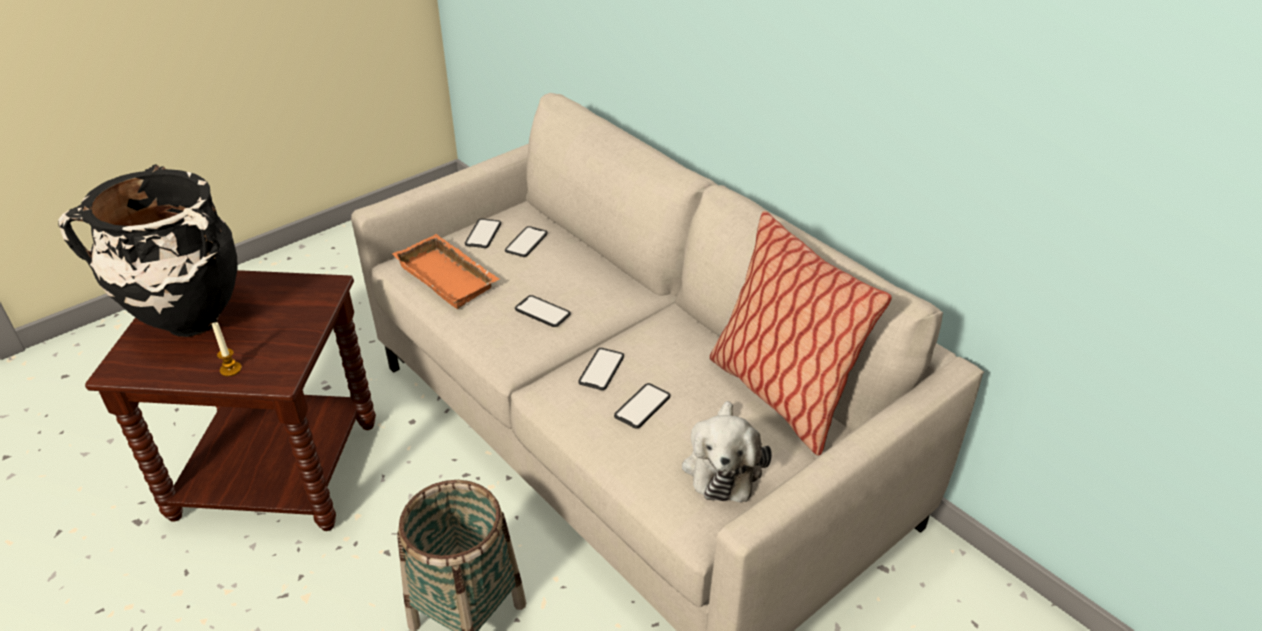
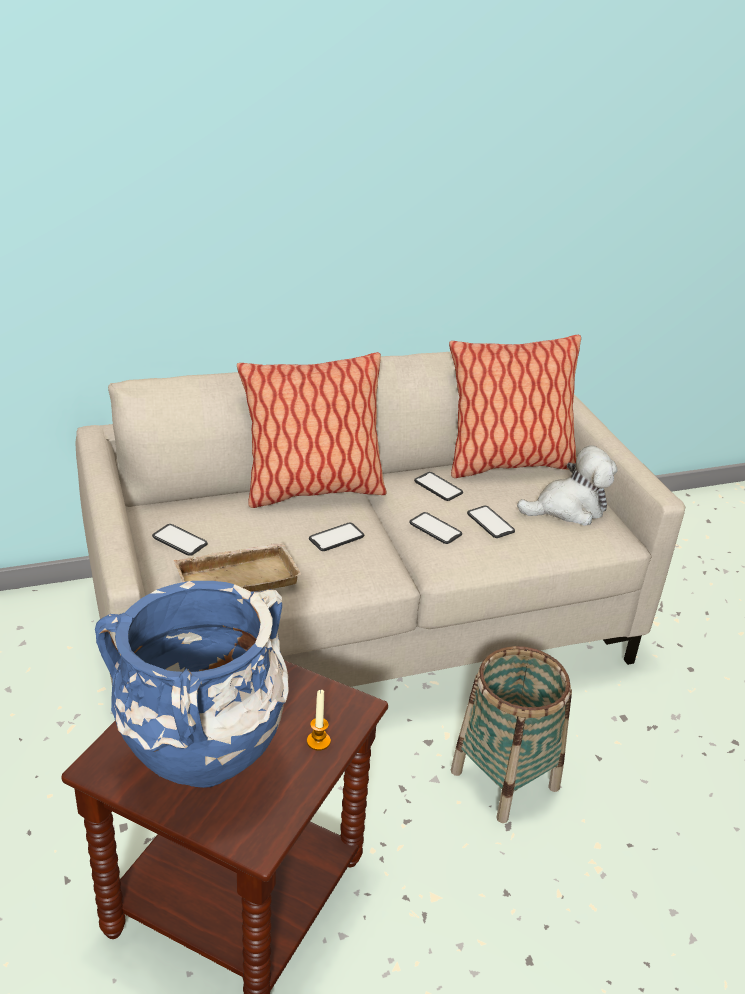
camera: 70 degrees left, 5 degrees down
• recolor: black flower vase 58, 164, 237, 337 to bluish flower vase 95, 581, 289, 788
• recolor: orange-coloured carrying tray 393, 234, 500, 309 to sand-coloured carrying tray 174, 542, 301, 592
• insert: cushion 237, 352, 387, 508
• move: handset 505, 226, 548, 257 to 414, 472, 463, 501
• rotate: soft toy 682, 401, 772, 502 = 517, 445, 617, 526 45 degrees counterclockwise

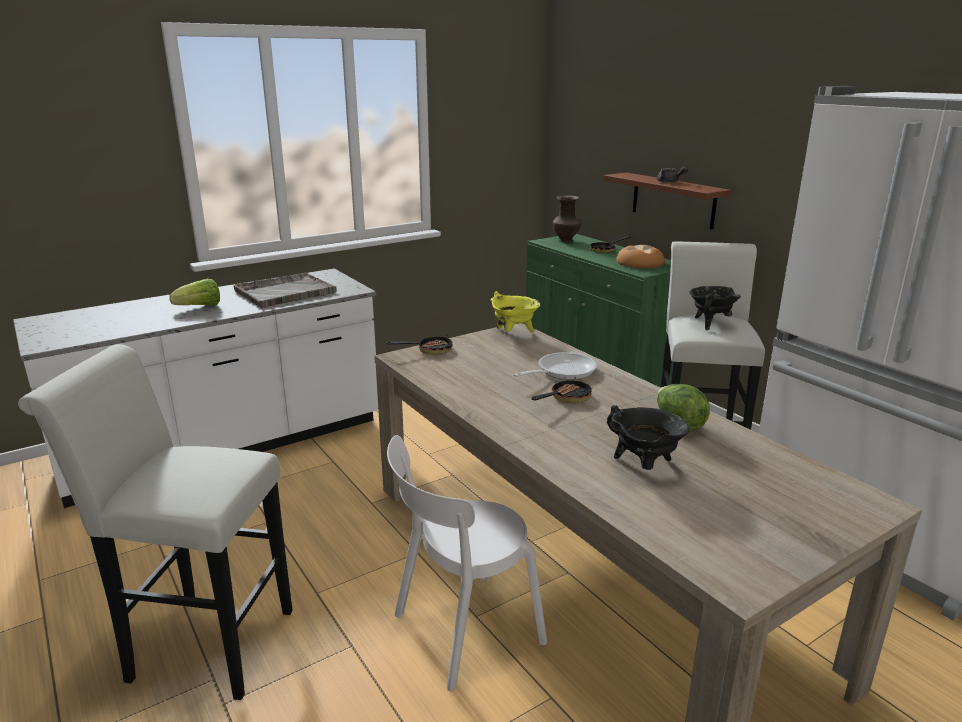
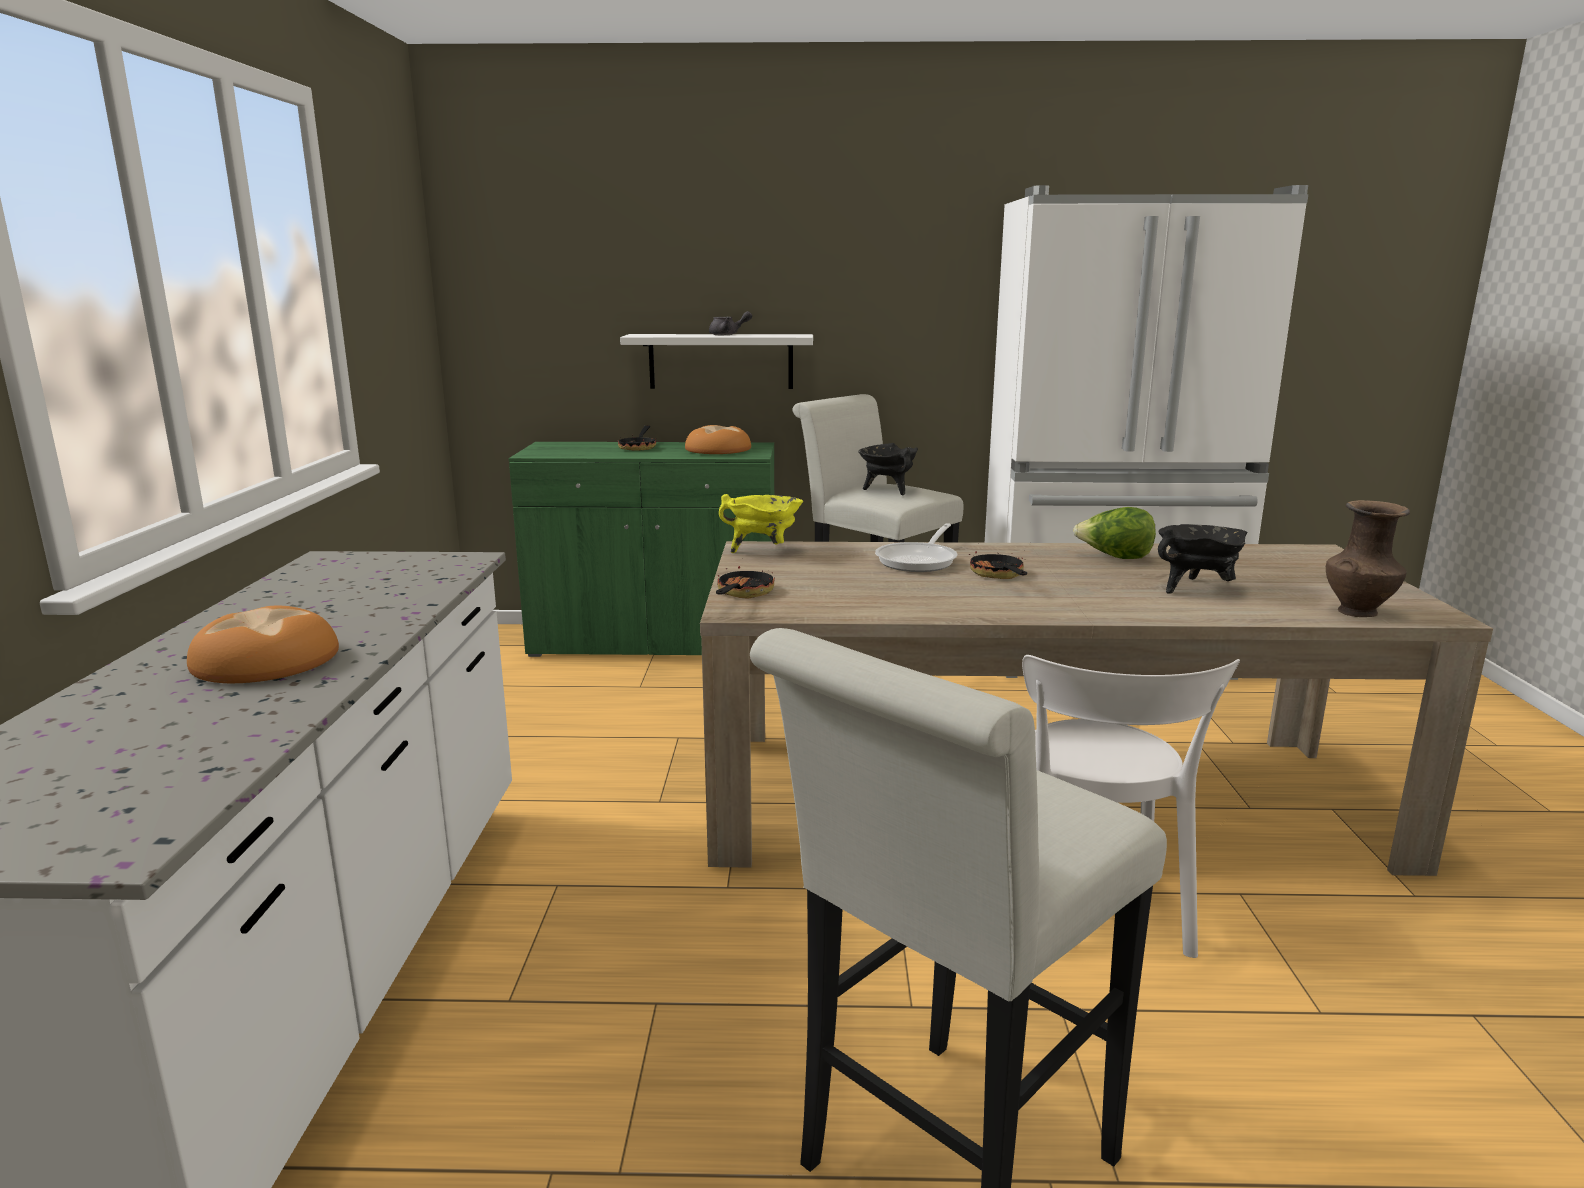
camera: 55 degrees left, 5 degrees down
• replace: lettuce 169, 279, 220, 306 to baked bread 187, 606, 339, 683
• recolor: brown-coloured bracket shelf 603, 172, 731, 230 to white-coloured bracket shelf 620, 334, 813, 389
• rotate: pan 514, 352, 597, 380 = 875, 523, 957, 572 150 degrees counterclockwise
• move: brown-coloured flower vase 553, 196, 581, 242 to 1326, 500, 1410, 617
• delete: grey carrying tray 234, 273, 337, 308

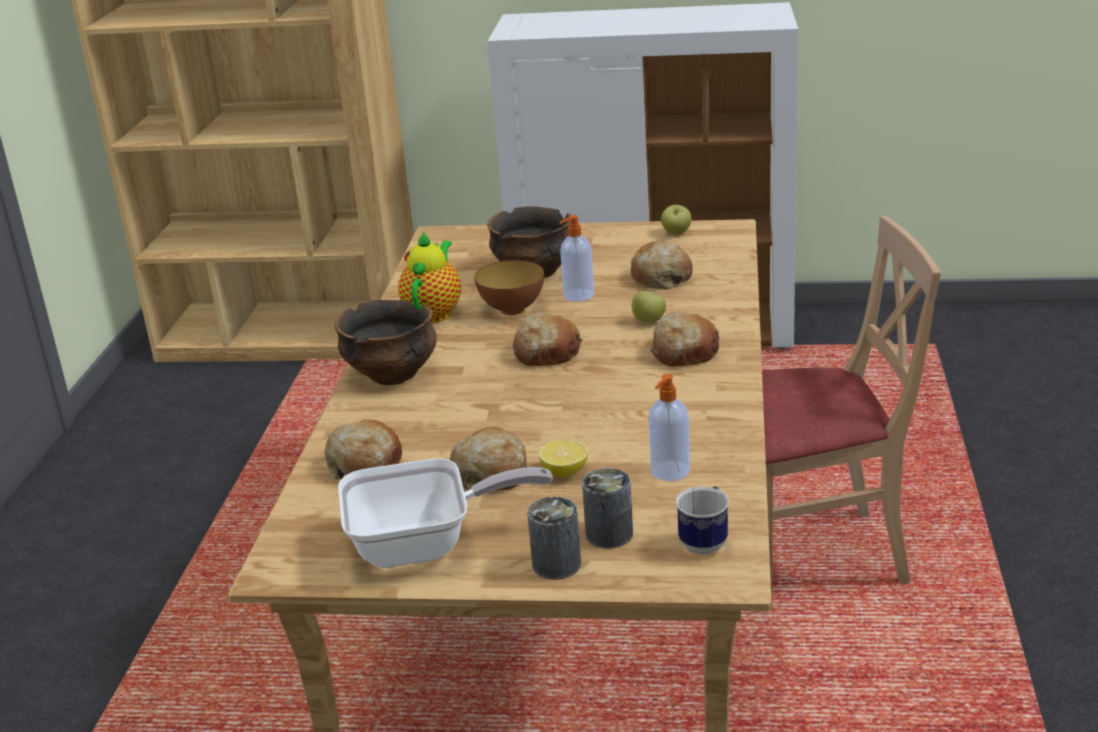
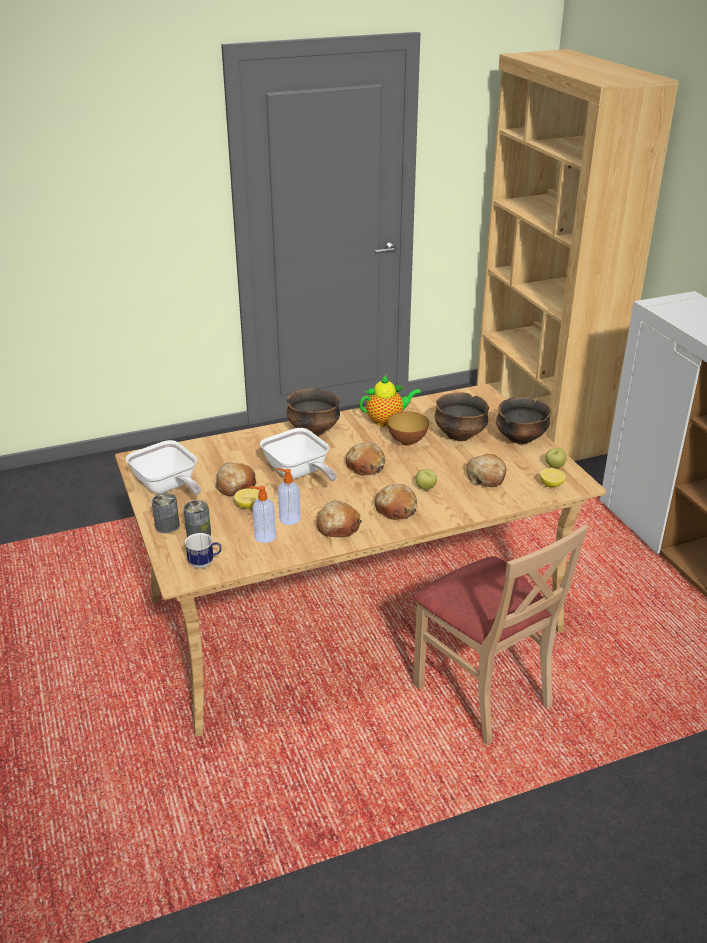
camera: 60 degrees right, 5 degrees up
• insert: pan 260, 428, 337, 481
• move: soap dispenser 559, 215, 594, 302 to 276, 468, 300, 525
• move: baked bread 324, 420, 402, 479 to 317, 500, 362, 537
• insert: bowl 496, 397, 552, 444
• insert: citrus fruit 540, 468, 566, 488

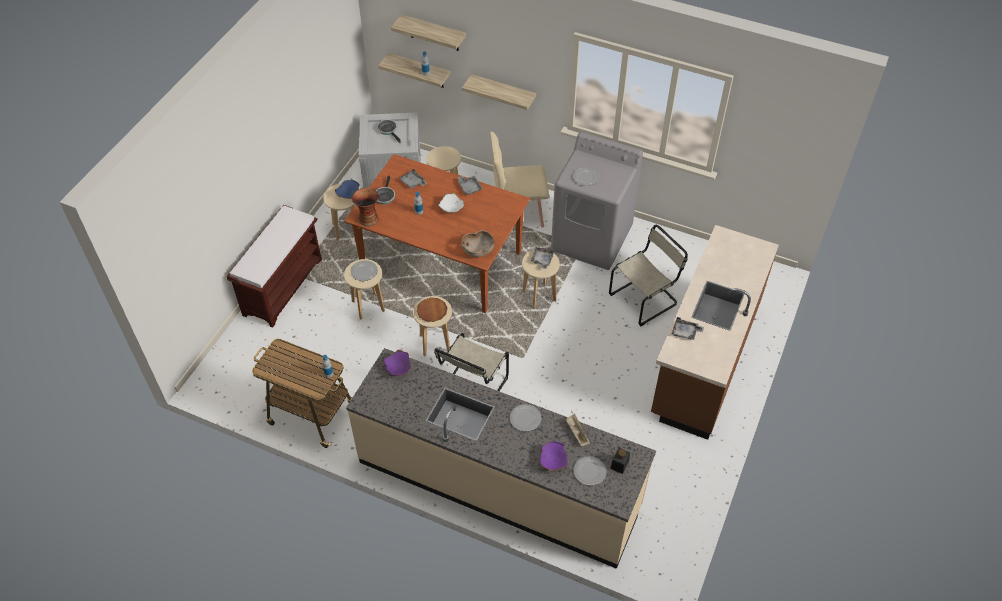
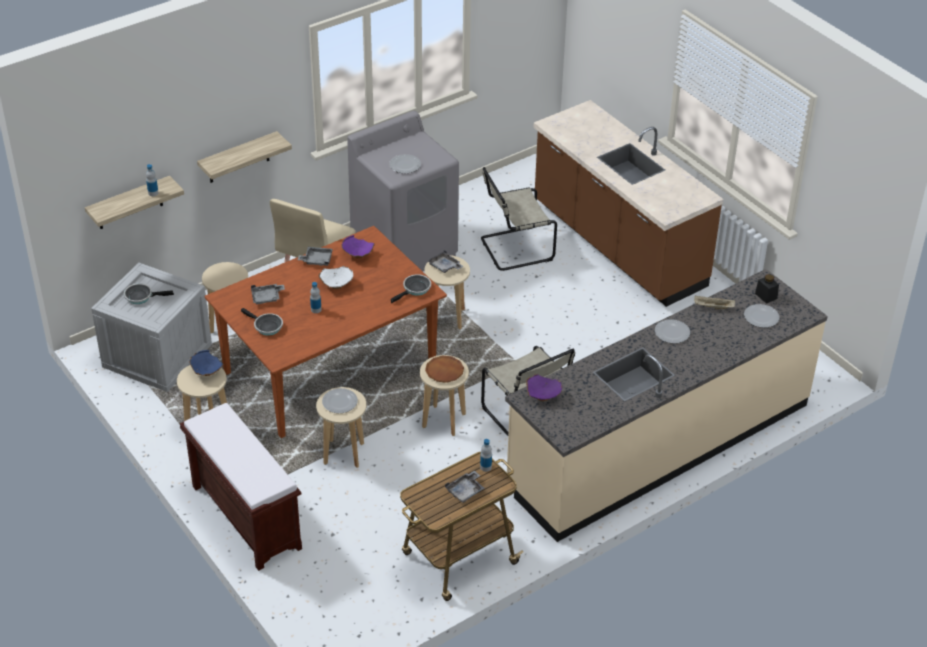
camera: 60 degrees left, 10 degrees down
• move: purplish bowl 539, 441, 568, 471 to 341, 235, 375, 259
• replace: brown-coloured bowl 462, 230, 494, 257 to pan 391, 274, 431, 303
• move: grey carrying tray 672, 317, 704, 340 to 445, 471, 484, 503
• rotate: sand-coloured plain chair 609, 225, 688, 326 = 481, 167, 557, 271 105 degrees counterclockwise
• delete: flower vase 352, 188, 379, 226
• delete: bracket shelf 391, 14, 466, 51

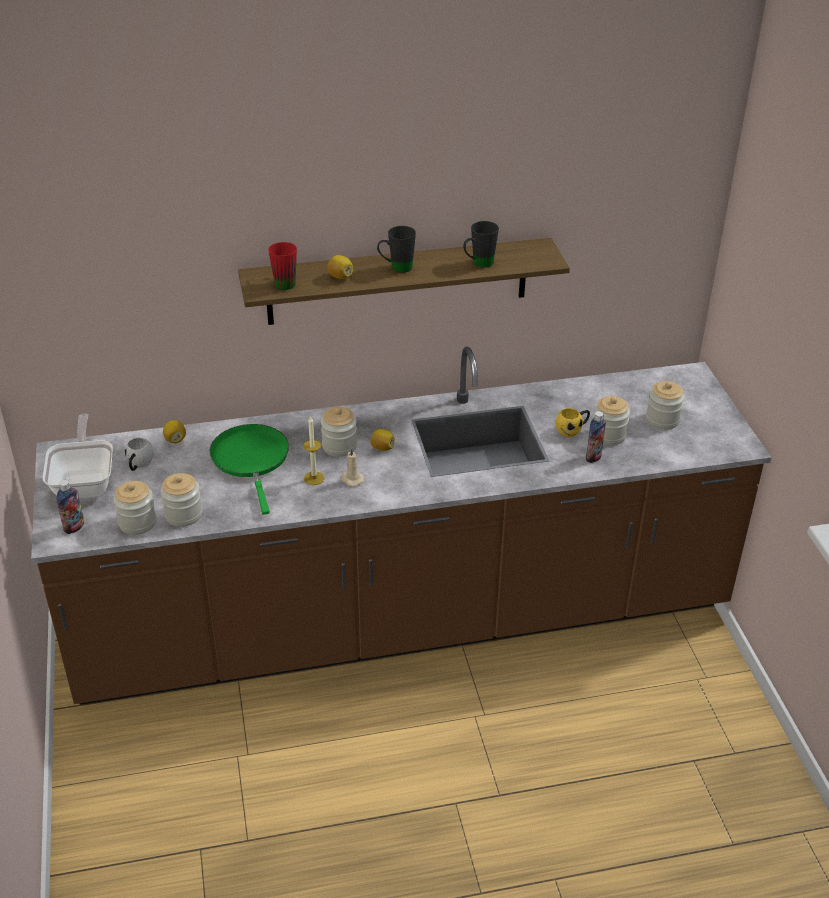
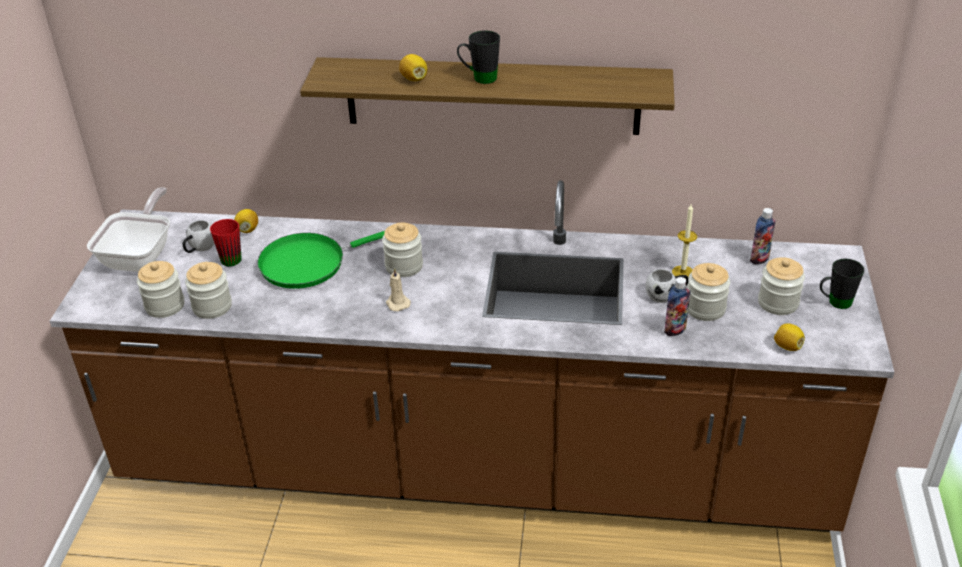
camera: 20 degrees right, 0 degrees up
• move: reddish mug 268, 242, 297, 290 to 210, 219, 242, 266
• rotate: green-coloured pan 210, 424, 289, 515 = 257, 231, 385, 289 120 degrees counterclockwise
• recolor: yellow mug 556, 408, 590, 437 to white-coloured mug 646, 269, 688, 303
• move: wax light 303, 416, 325, 485 to 672, 204, 697, 279
• move: beverage bottle 57, 480, 84, 534 to 750, 208, 776, 264
• move: citrus fruit 370, 429, 395, 451 to 774, 323, 805, 351
• move: black mug 463, 221, 499, 268 to 820, 258, 864, 309

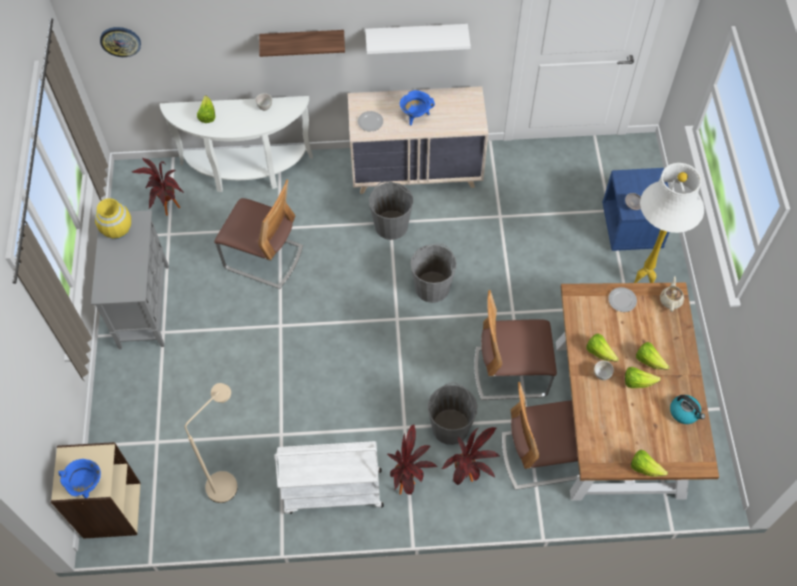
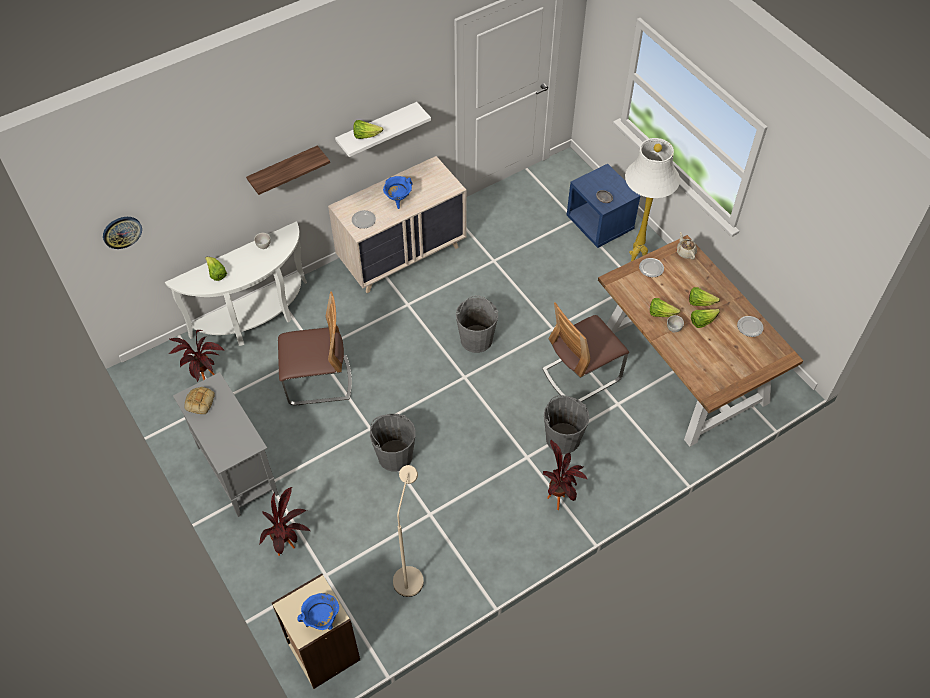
camera: 30 degrees left, 5 degrees down
• replace: yellow flower vase 95, 198, 131, 239 to baked bread 184, 387, 215, 414
• move: plant in a pot 442, 427, 500, 486 to 260, 487, 310, 556
• move: lettuce 631, 450, 668, 477 to 353, 120, 383, 139
• move: grey bucket 369, 181, 413, 240 to 370, 414, 416, 472
• replace: kettle 670, 395, 705, 424 to plate 737, 316, 764, 337
• delete: white-coloured wheeled cart 274, 441, 384, 514
• delete: plain chair 502, 382, 579, 490

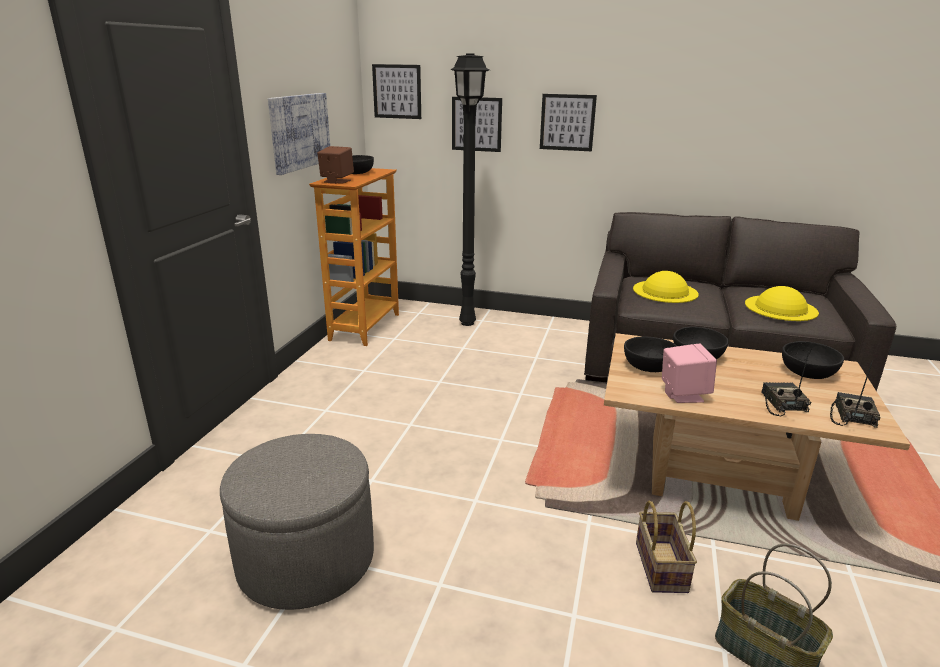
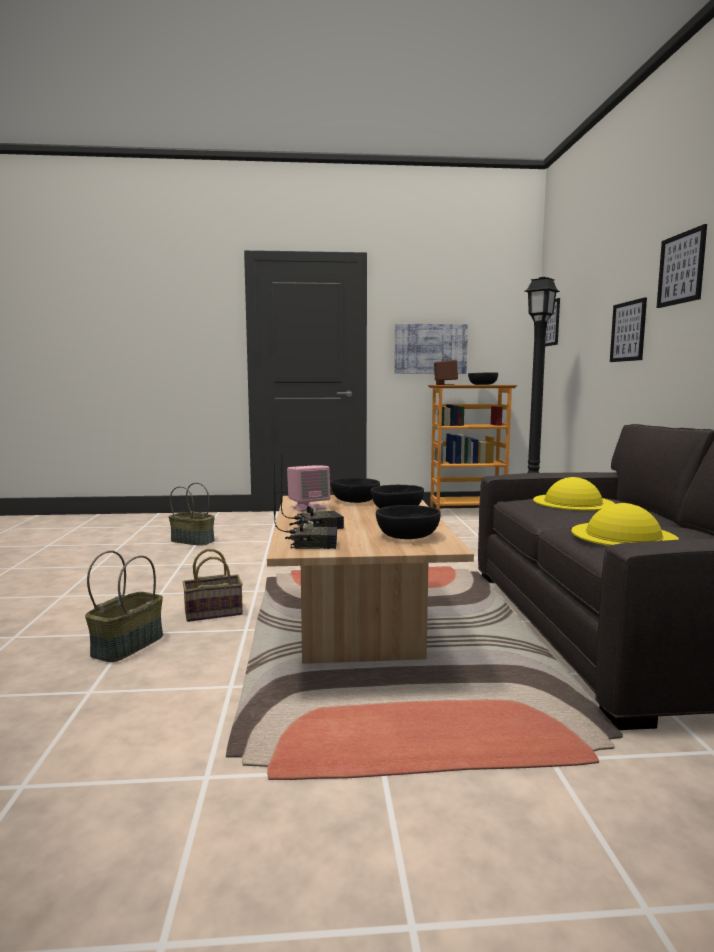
camera: 70 degrees right, 15 degrees down
• replace: grey pouffe 220, 434, 374, 610 to storage basket 169, 482, 215, 546
• move: wall picture 452, 97, 502, 152 to 657, 224, 707, 308

